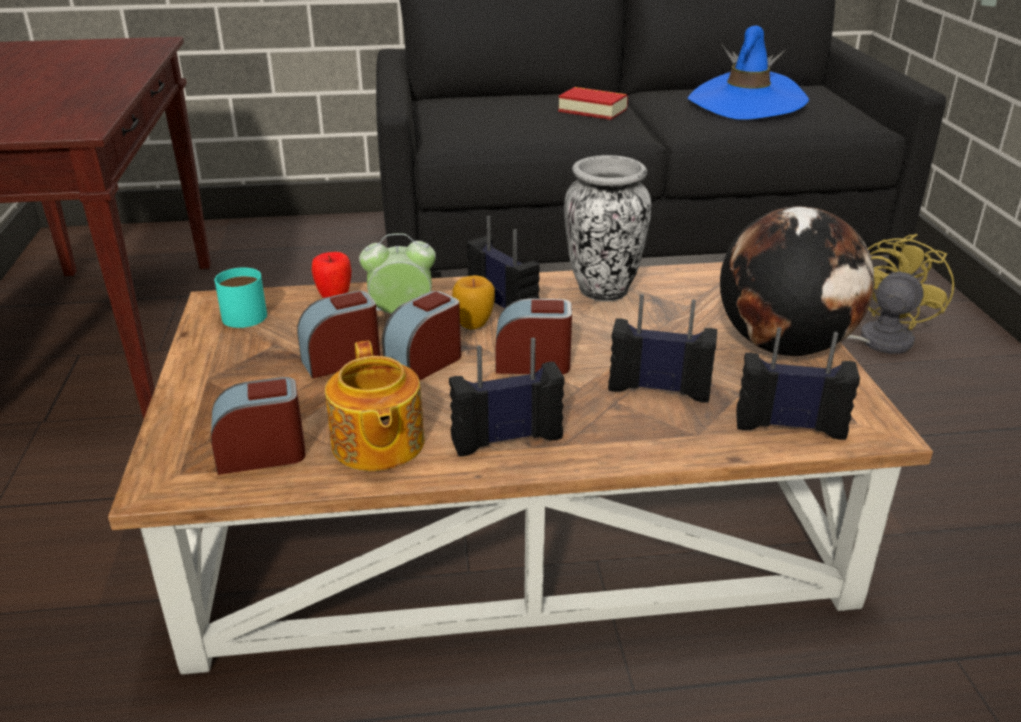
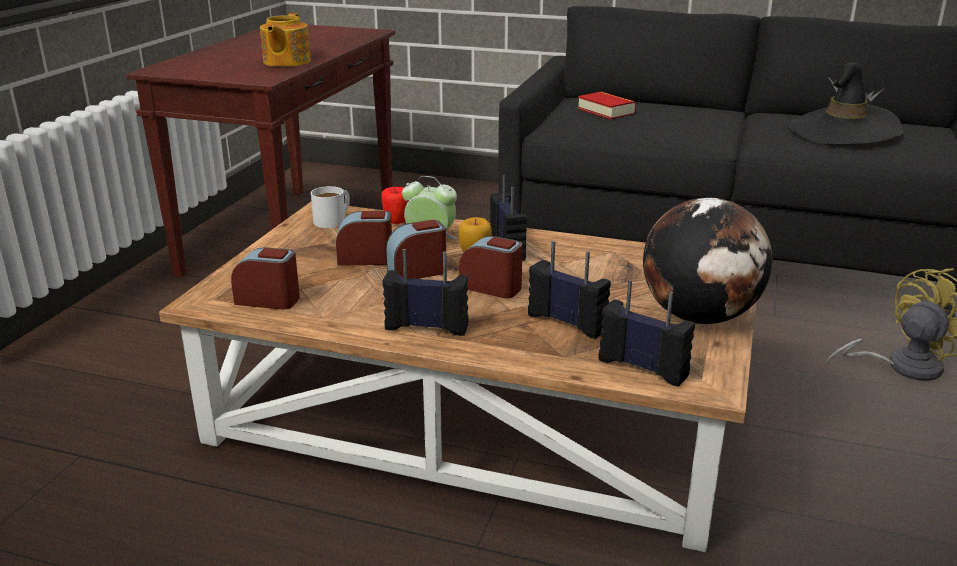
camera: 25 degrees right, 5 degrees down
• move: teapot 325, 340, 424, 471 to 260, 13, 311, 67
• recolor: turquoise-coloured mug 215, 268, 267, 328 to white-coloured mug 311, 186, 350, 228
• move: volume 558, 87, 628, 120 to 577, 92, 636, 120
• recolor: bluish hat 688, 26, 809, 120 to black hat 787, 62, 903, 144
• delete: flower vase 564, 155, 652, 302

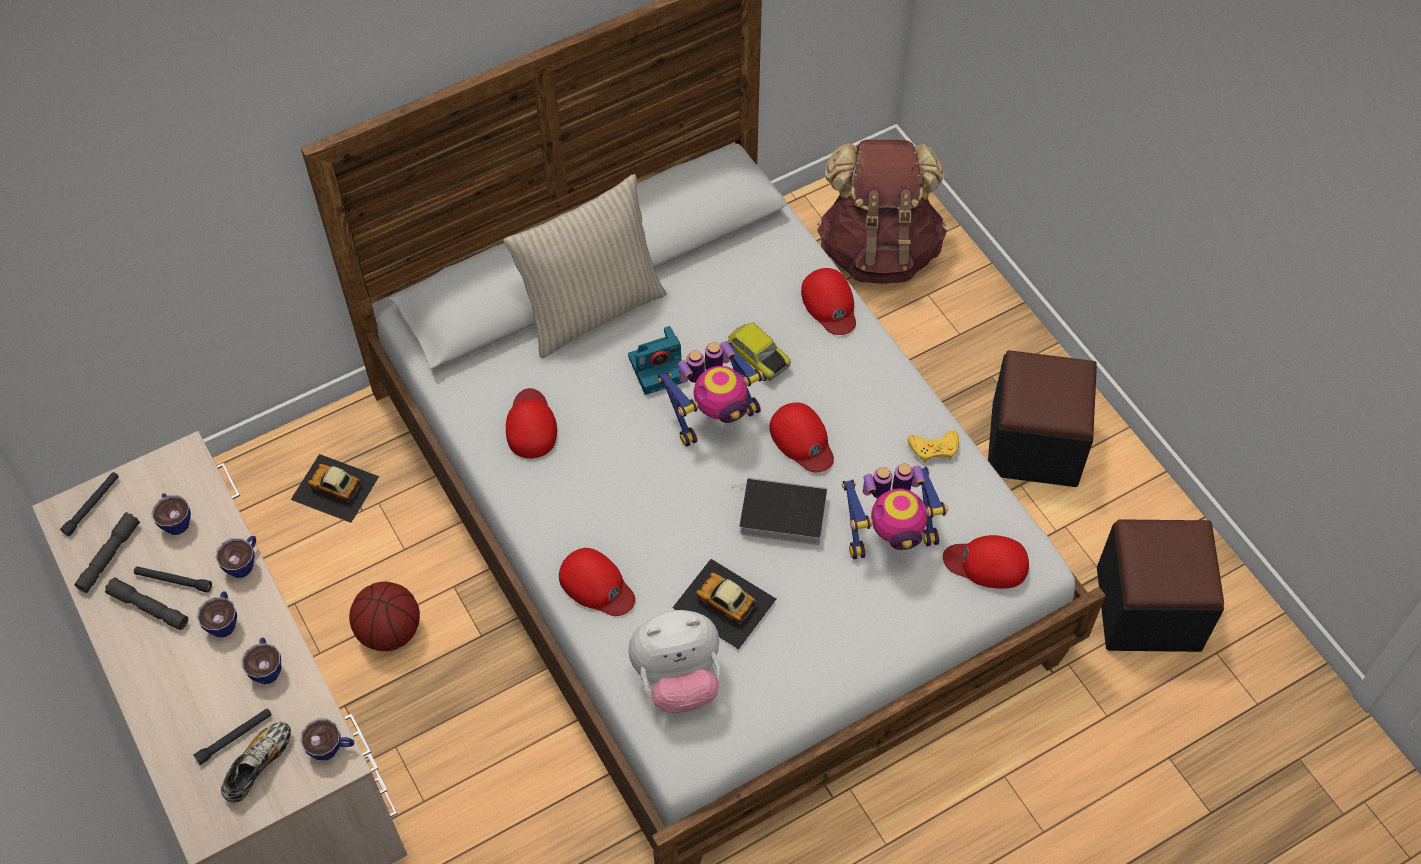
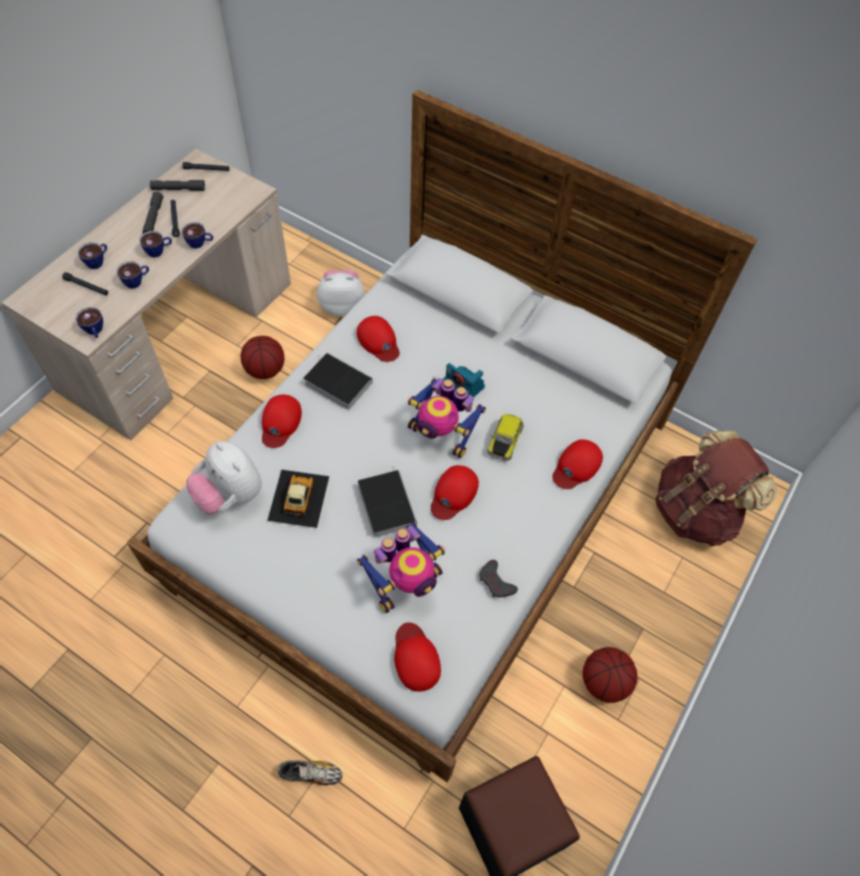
camera: 60 degrees right, 0 degrees up
• move: small cup 151, 493, 191, 535 to 77, 242, 107, 269
• move: shoe 221, 722, 291, 803 to 278, 760, 342, 785
• insert: volume 303, 352, 372, 410
• replace: miniature car 291, 454, 379, 523 to soft toy 317, 269, 365, 317
• rotate: reddish cap 506, 388, 557, 459 = 357, 316, 400, 362 90 degrees clockwise
• rotate: toy robot 842, 464, 948, 560 = 357, 522, 445, 613 90 degrees counterclockwise
• recolor: yellow joypad 908, 430, 959, 463 to grey joypad 479, 560, 518, 597
• replace: black pouffe 988, 350, 1097, 487 to basketball 583, 647, 638, 703
• delete: sand-coloured cushion 504, 174, 667, 359

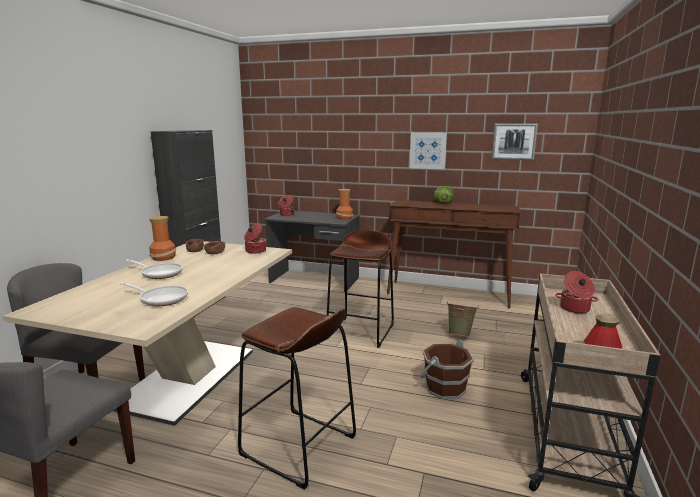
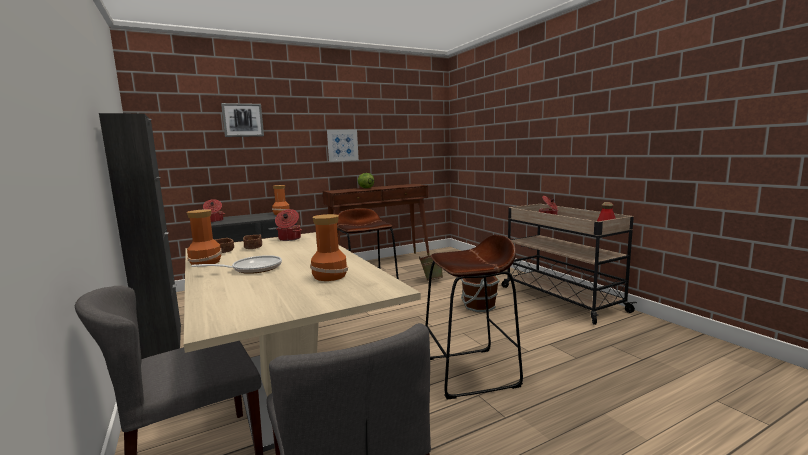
camera: 45 degrees left, 5 degrees down
• move: wall picture 492, 124, 538, 160 to 221, 103, 264, 137
• replace: pan 120, 282, 188, 306 to flower vase 311, 214, 348, 281

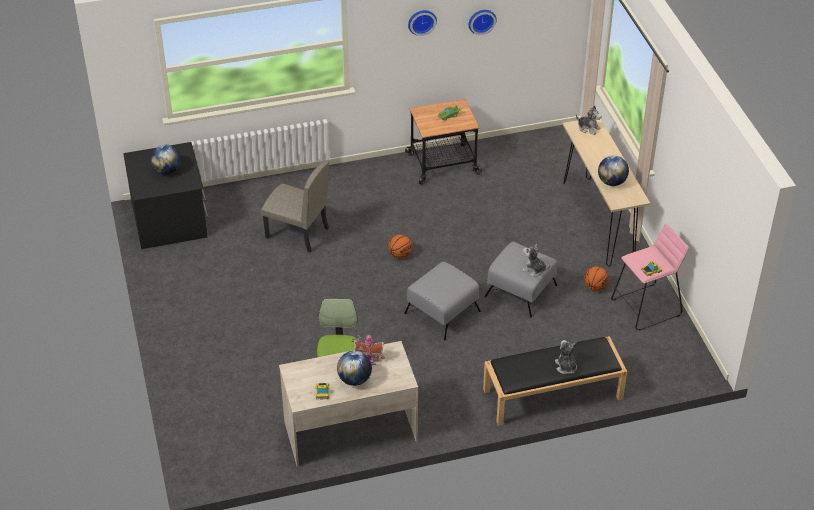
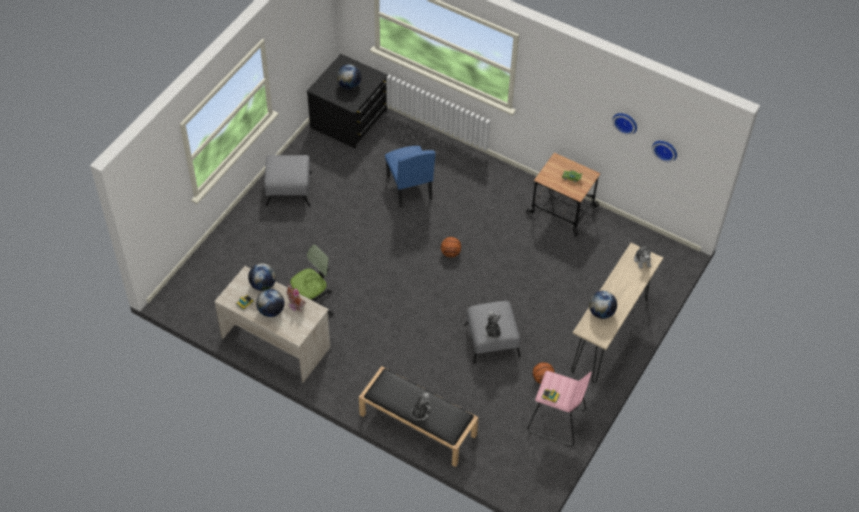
camera: 45 degrees right, 10 degrees up
• insert: globe 248, 263, 276, 291
• move: grey pouffe 404, 262, 481, 340 to 264, 155, 311, 206
• recolor: sand-coloured plain chair 261, 161, 329, 253 to bluish plain chair 385, 146, 435, 207
• move: wall clock 408, 10, 437, 36 to 652, 141, 677, 162

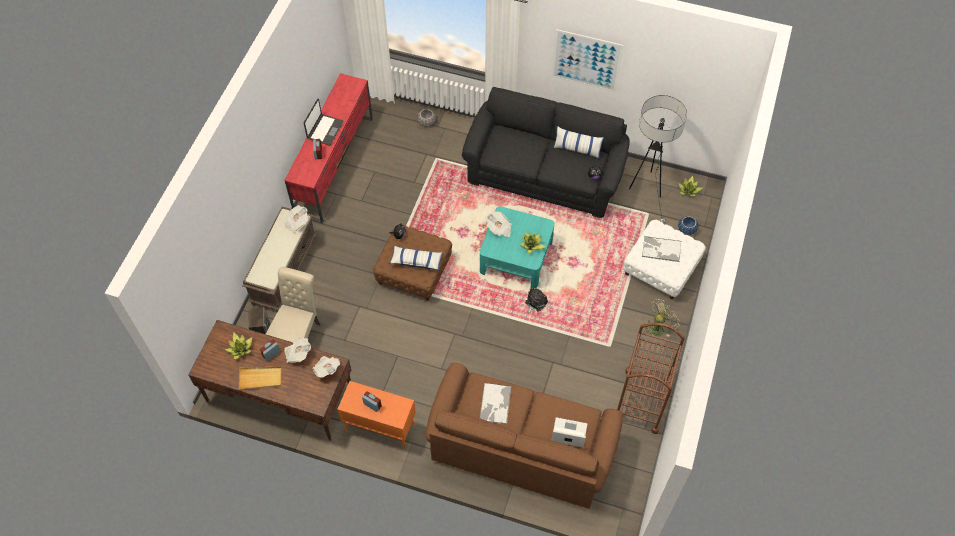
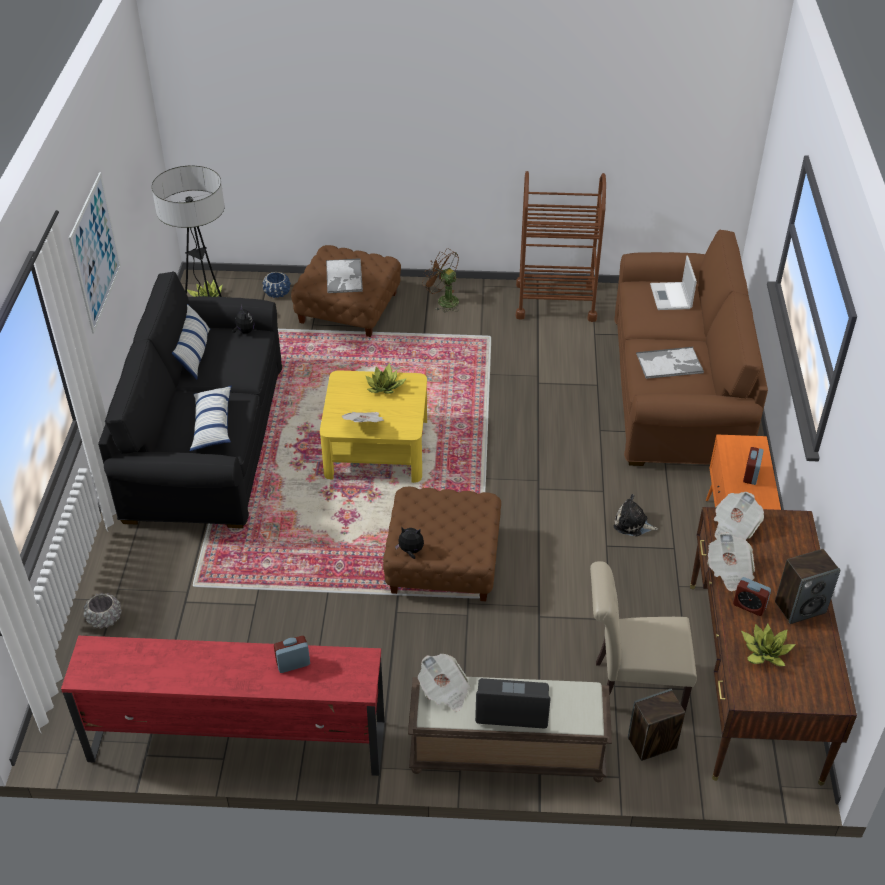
camera: 105 degrees left, 15 degrees down
• move: cushion 389, 246, 443, 270 to 190, 385, 232, 451
• recolor: white-coloured pouffe 624, 220, 706, 300 to brown-coloured pouffe 291, 245, 401, 337
• recolor: turquoise-coloured lounge table 480, 206, 555, 289 to yellow lounge table 320, 371, 427, 483
• recolor: green-coloured cooling fan 643, 300, 679, 337 to brown-coloured cooling fan 422, 248, 459, 313
• move: portable computer 304, 99, 343, 145 to 475, 678, 551, 729
• move: soft toy 525, 288, 548, 313 to 614, 494, 658, 537
• replace: sand-coloured carrying tray 239, 366, 281, 389 to audio speaker 775, 549, 841, 624

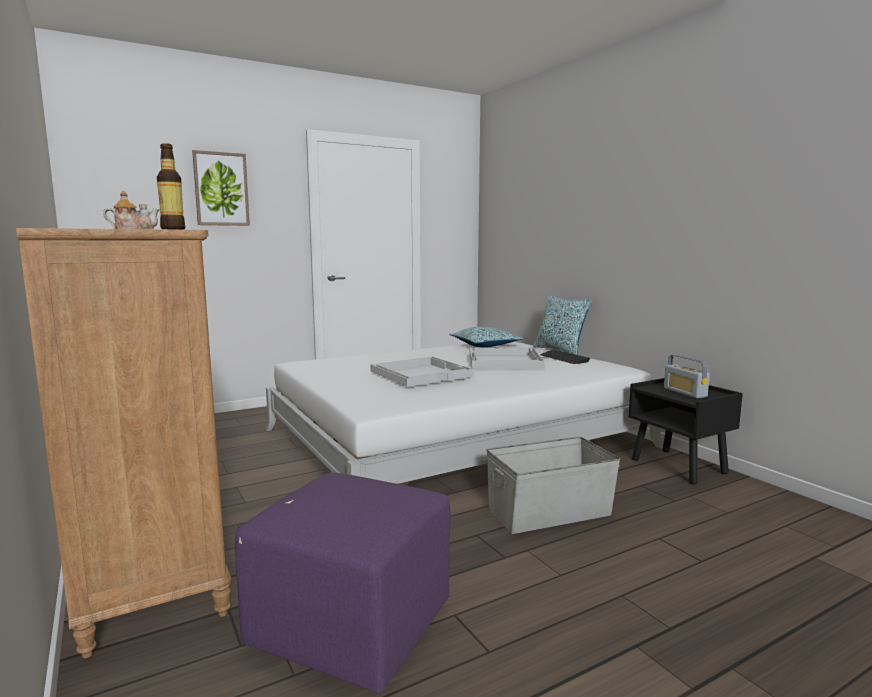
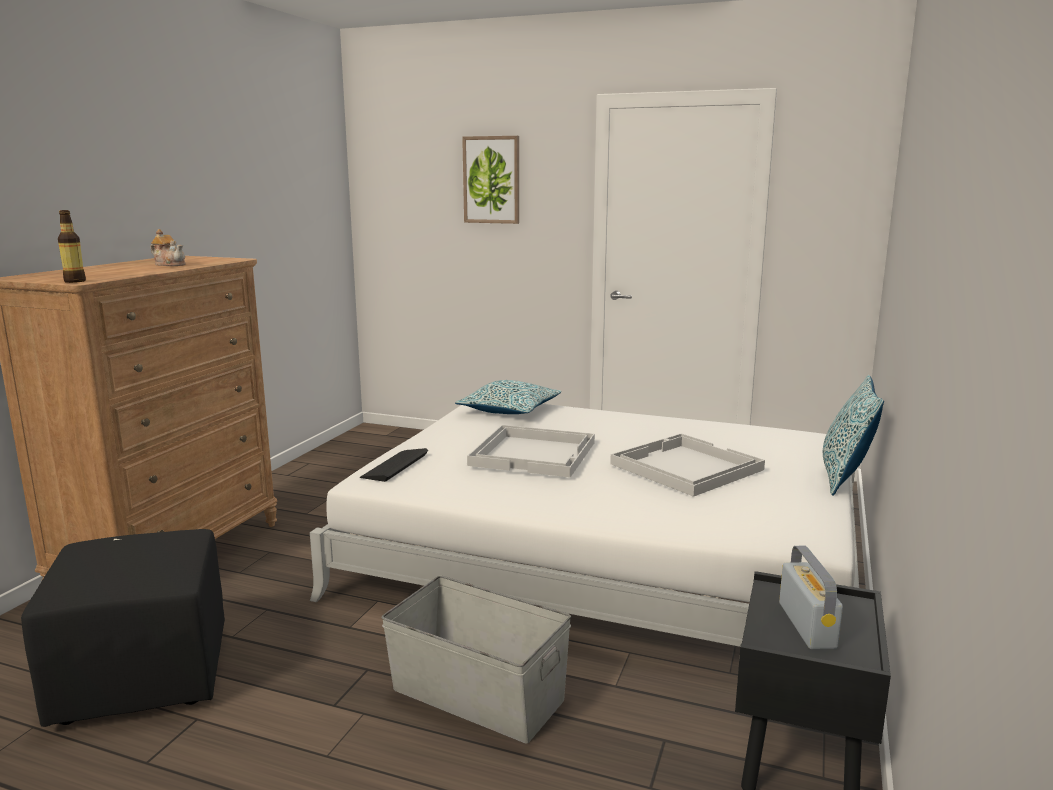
camera: 50 degrees right, 5 degrees up
• recolor: purplish pouffe 235, 473, 451, 693 to black pouffe 21, 529, 225, 727
• move: PC keyboard 541, 349, 590, 364 to 360, 448, 428, 482
• move: cushion 449, 327, 523, 347 to 455, 380, 562, 414
• rotate: radio 664, 355, 710, 398 = 779, 546, 843, 649 150 degrees clockwise

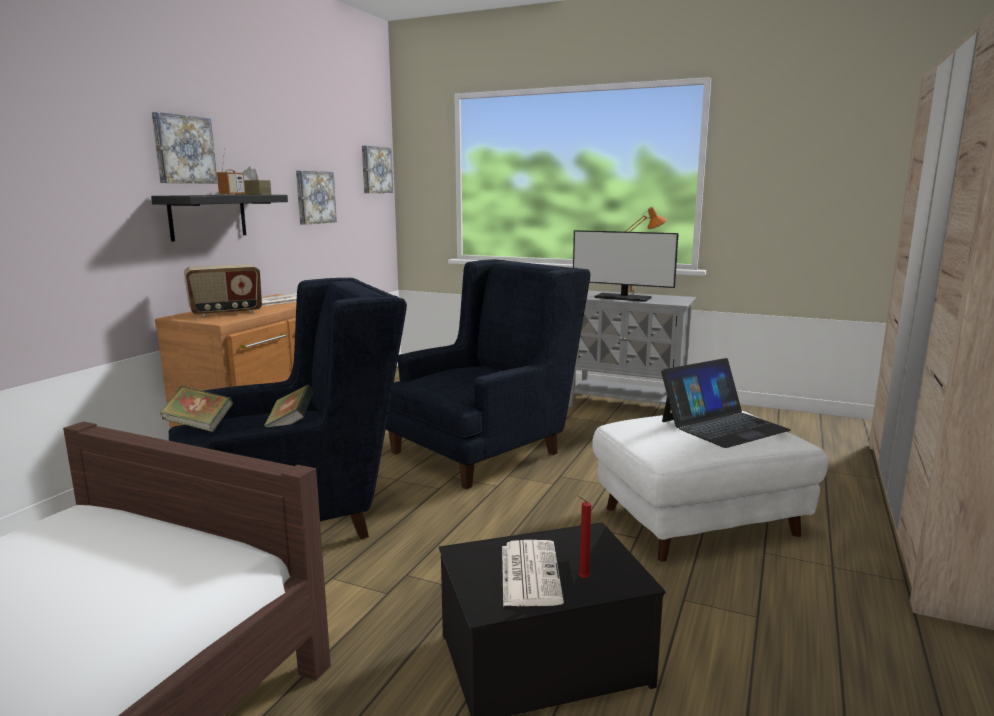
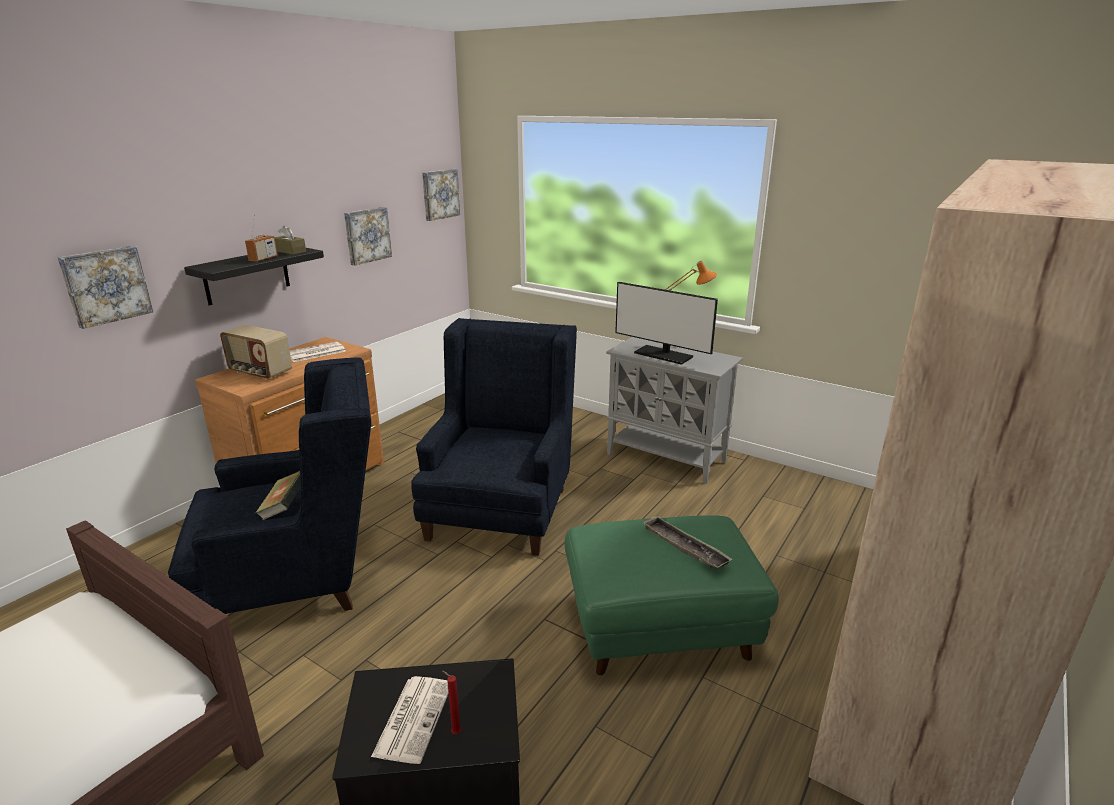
camera: 10 degrees right, 10 degrees up
• move: wall picture 152, 112, 217, 183 to 58, 246, 153, 329
• rotate: radio 184, 264, 262, 317 = 220, 325, 292, 380 45 degrees clockwise
• rotate: bluish easy chair 386, 259, 590, 489 = 411, 318, 577, 556 45 degrees counterclockwise
• recolor: white-coloured pouffe 592, 411, 828, 562 to green-coloured pouffe 565, 515, 779, 675
• replace: portable computer 661, 358, 791, 448 to carrying tray 642, 515, 732, 568
• delete: volume 159, 386, 233, 432

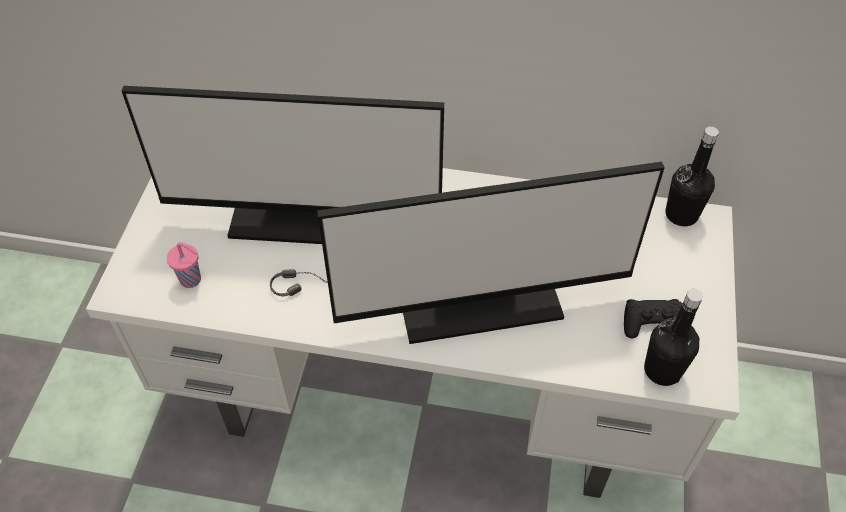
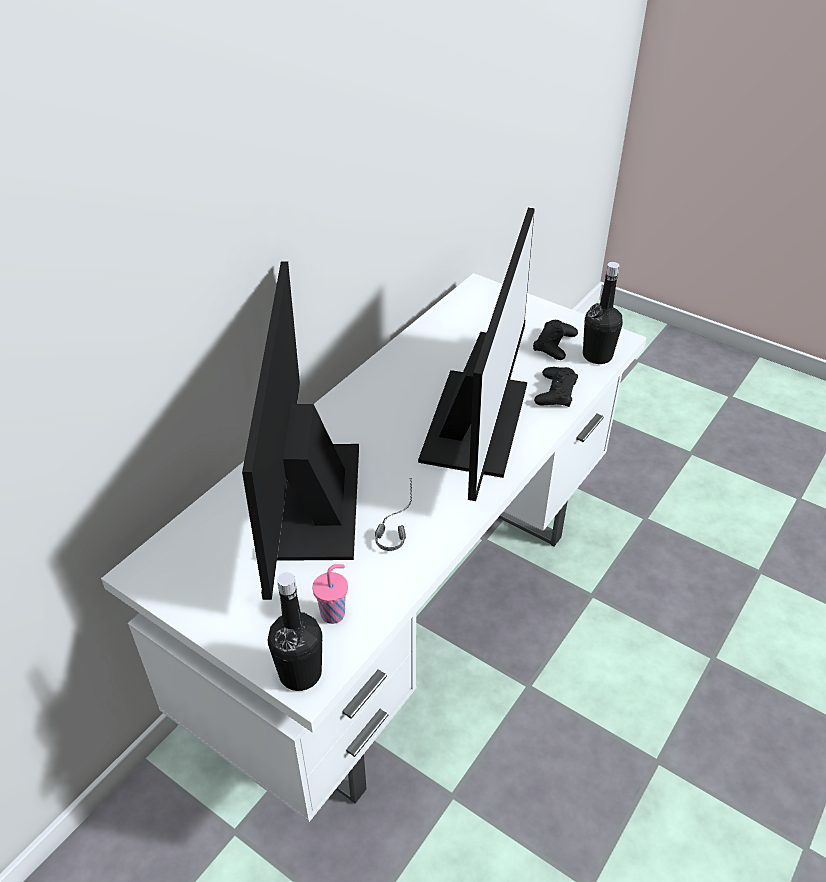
camera: 65 degrees left, 10 degrees down
• rotate: computer screen 122, 86, 444, 244 = 242, 261, 359, 600 150 degrees clockwise
• move: black beverage bottle 665, 127, 719, 226 to 268, 572, 322, 691
• insert: black joypad 534, 367, 578, 407

